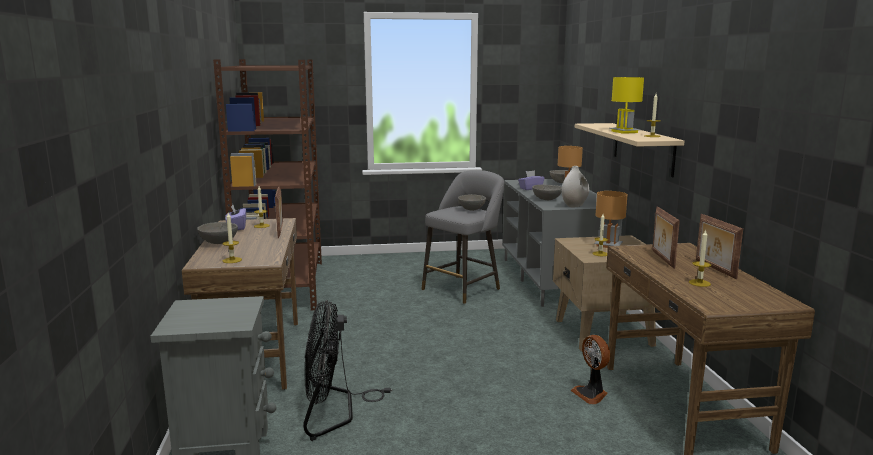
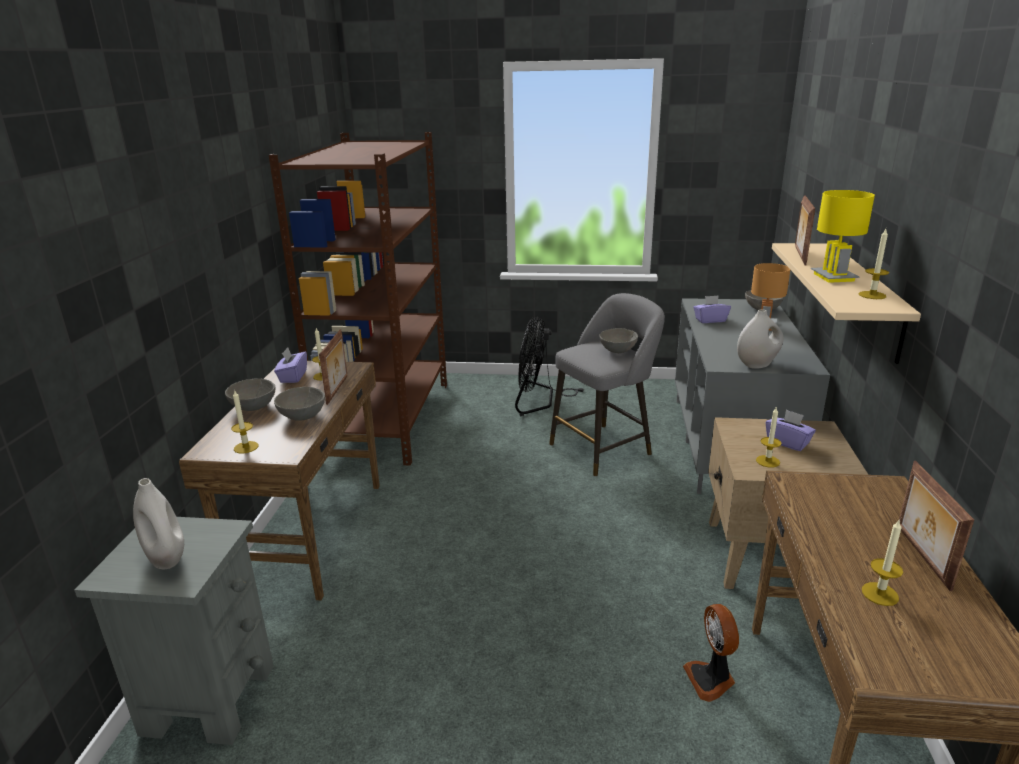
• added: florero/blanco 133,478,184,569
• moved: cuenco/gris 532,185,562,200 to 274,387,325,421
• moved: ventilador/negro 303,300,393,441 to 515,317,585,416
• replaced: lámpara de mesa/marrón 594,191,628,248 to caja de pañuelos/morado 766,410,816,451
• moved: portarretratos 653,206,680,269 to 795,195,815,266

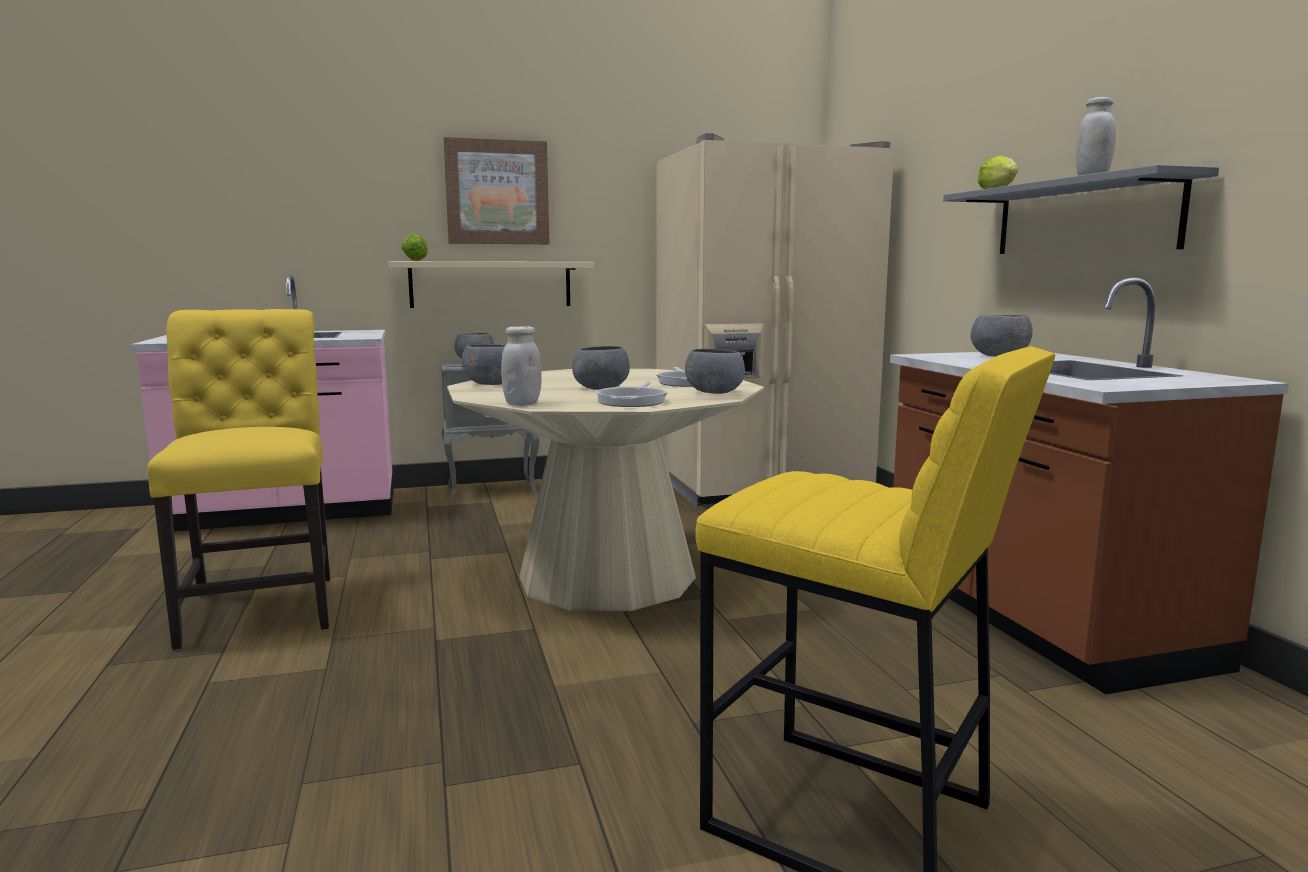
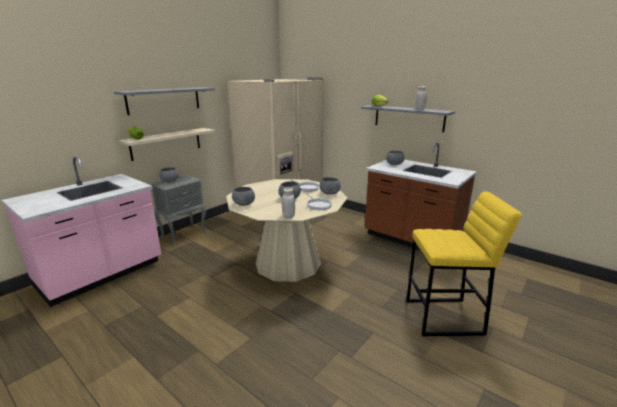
• replaced: cuadro 444,137,549,244 to estante/gris 114,87,215,115
• removed: silla/amarillo 147,309,330,650

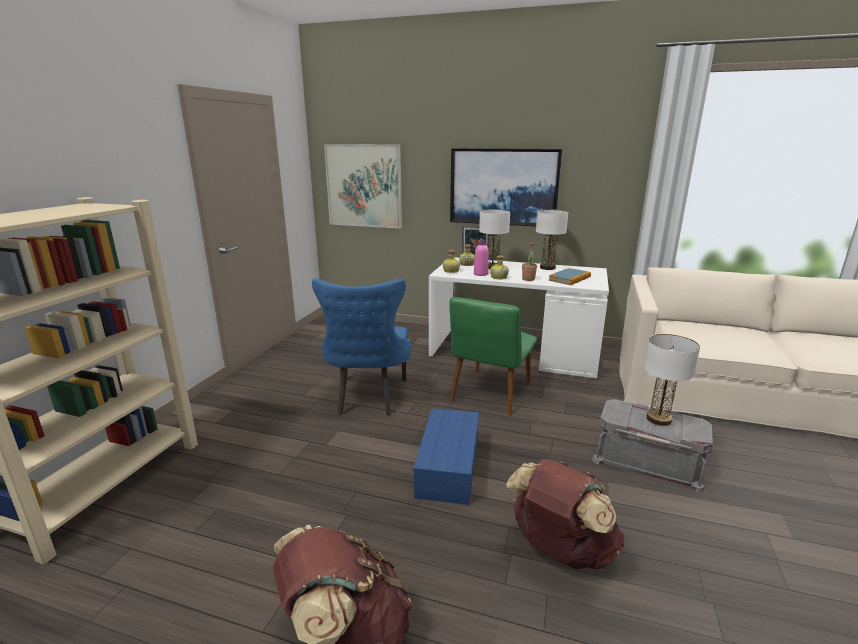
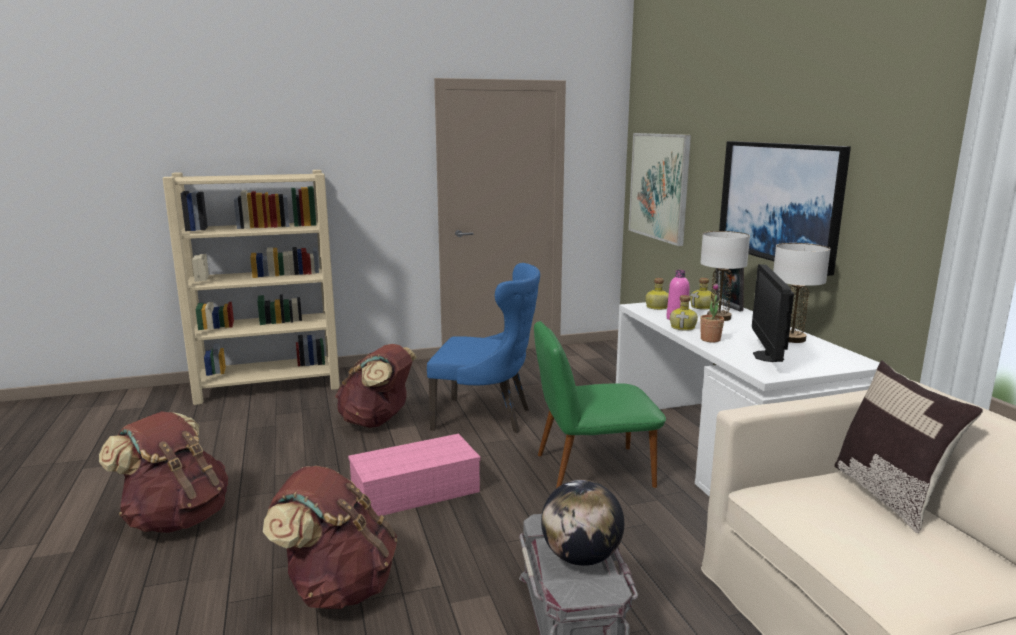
• added: mochila/marrón 335,344,417,428
• recoloured: caja de almacenaje/azul 413,408,479,505 to caja de almacenaje/rosa 348,434,481,516
• turned: silla/azul 312,278,411,416 = 427,263,540,433 135 degrees counterclockwise
• replaced: lámpara de mesa 644,334,700,426 to globo terráqueo 541,479,624,566
• replaced: libro 548,268,591,285 to monitor 752,264,794,362
• added: cojín 834,360,983,533

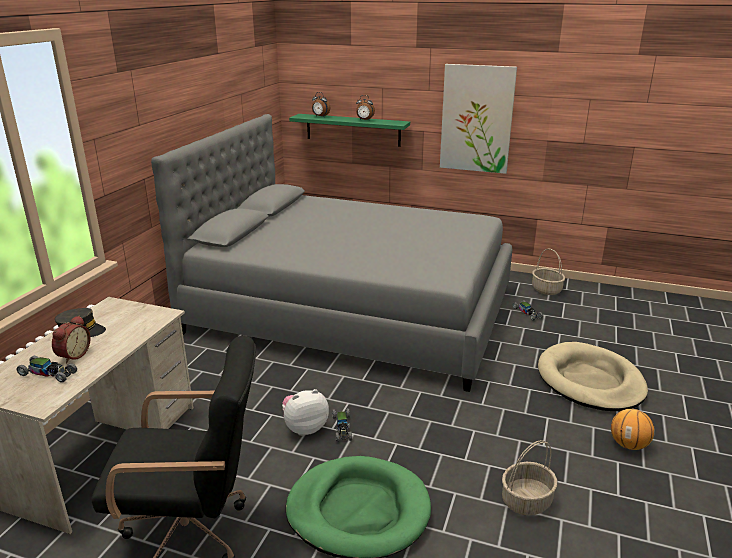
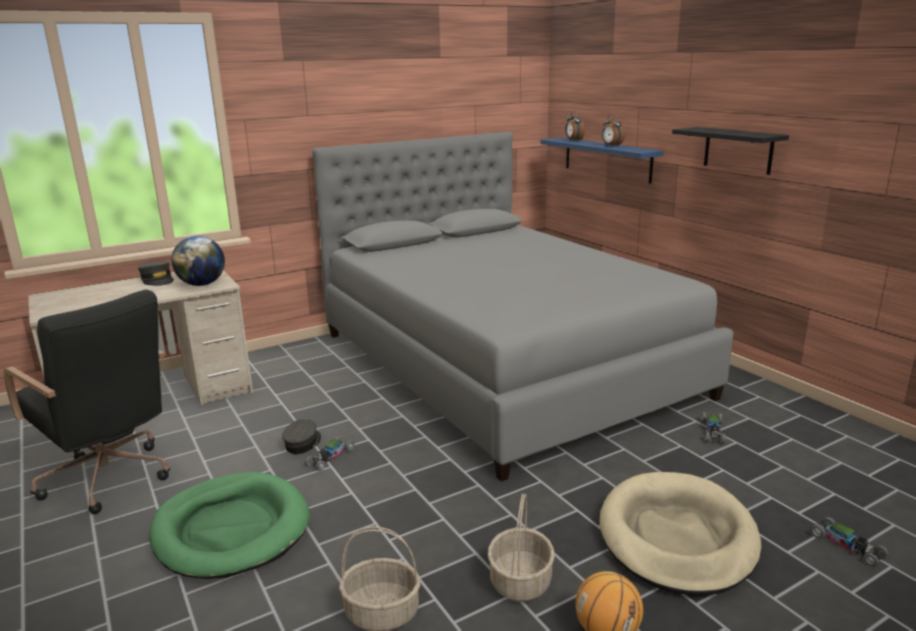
• added: globo terráqueo 171,236,225,286
• replaced: peluche 282,389,329,436 to gorra/gris 282,418,321,454
• moved: cesta 532,248,565,295 to 488,493,555,602
• recoloured: estante/verde 289,114,410,147 to estante/azul 540,138,663,183
• replaced: cuadro 440,64,517,174 to estante/negro 672,127,789,175
• moved: coche de juguete 16,356,77,383 to 811,517,888,567
• removed: despertador 52,315,91,363

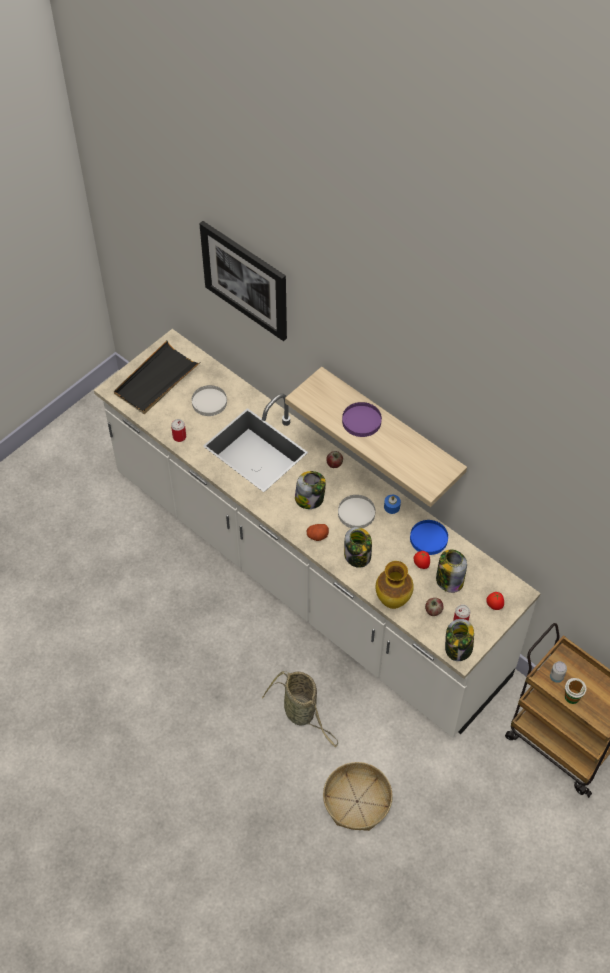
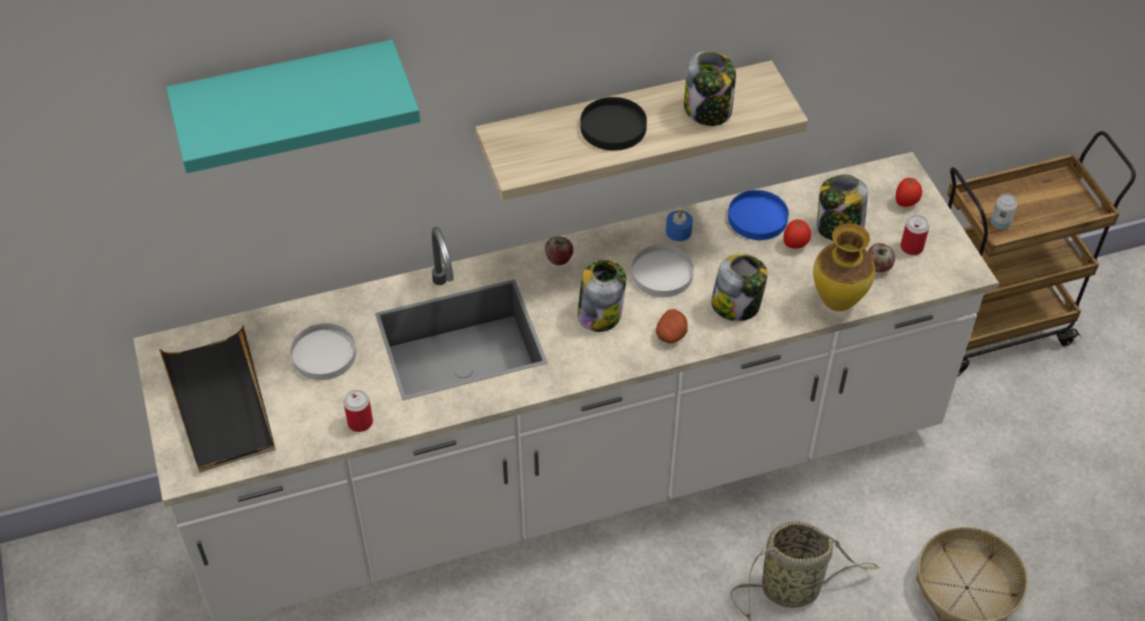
• replaced: cuadro 200,221,287,341 to estante/turquesa 166,40,420,173
• recoloured: plato/morado 342,402,382,437 to plato/negro 580,97,647,151
• moved: tarro 445,619,474,661 to 684,51,736,126
• removed: taza 565,678,587,704

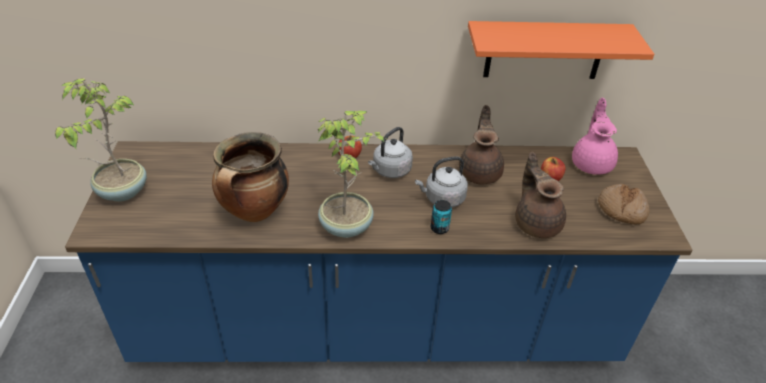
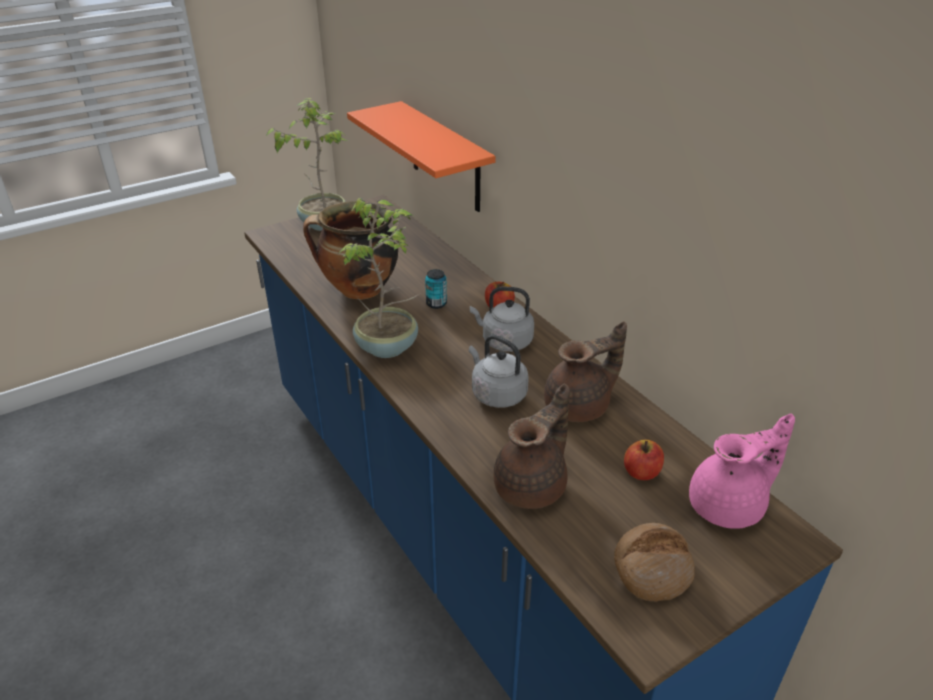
• moved: estante/naranja 468,21,654,79 to 347,101,496,212
• moved: lata 431,200,452,234 to 425,269,447,309

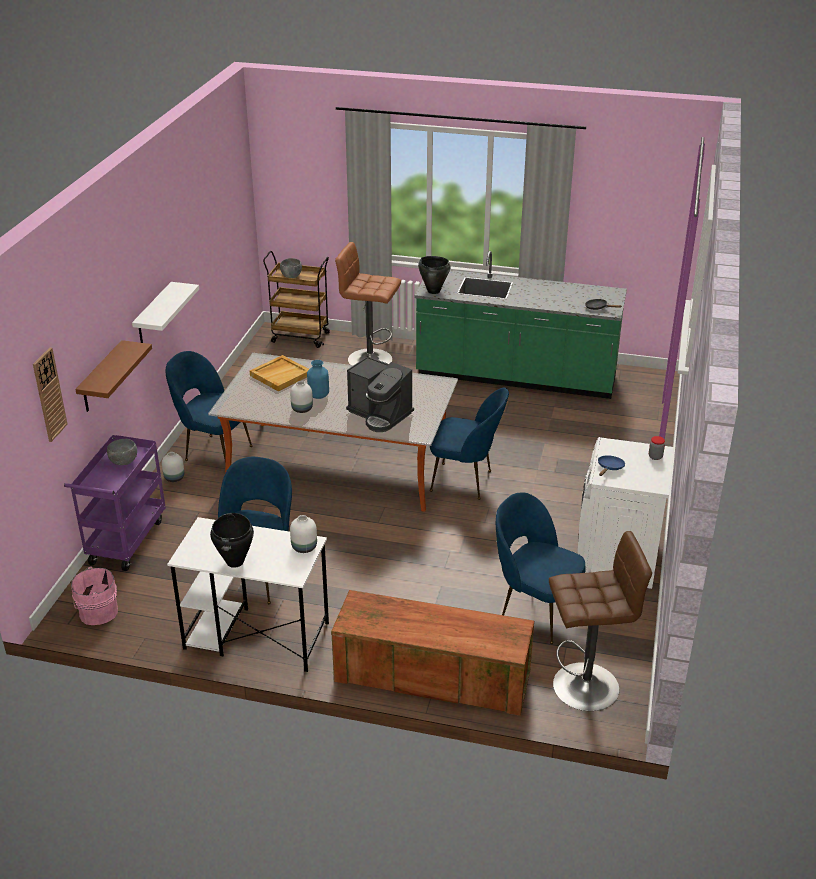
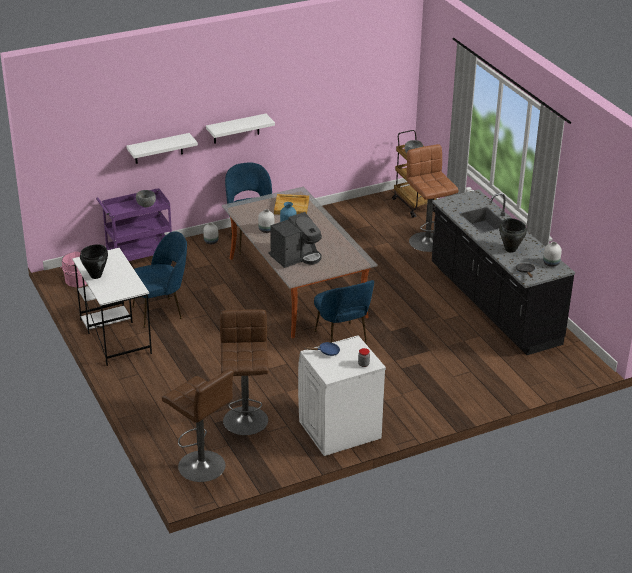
• recoloured: estante/marrón 75,340,152,412 to estante/blanco 126,133,198,164
• replaced: silla/azul 496,492,586,644 to taburete/marrón 220,309,268,435
• turned: cafetera 346,356,414,432 = 268,212,322,268 120 degrees counterclockwise
• recoloured: mueble bajo de cocina/verde 415,251,627,399 to mueble bajo de cocina/negro 432,189,575,355
• moved: olla/negro 418,256,451,294 to 499,218,527,253
• moved: florero/blanco 290,515,317,553 to 543,242,562,267
• removed: reloj de pared 33,348,68,442
• removed: banco/marrón 331,590,534,716

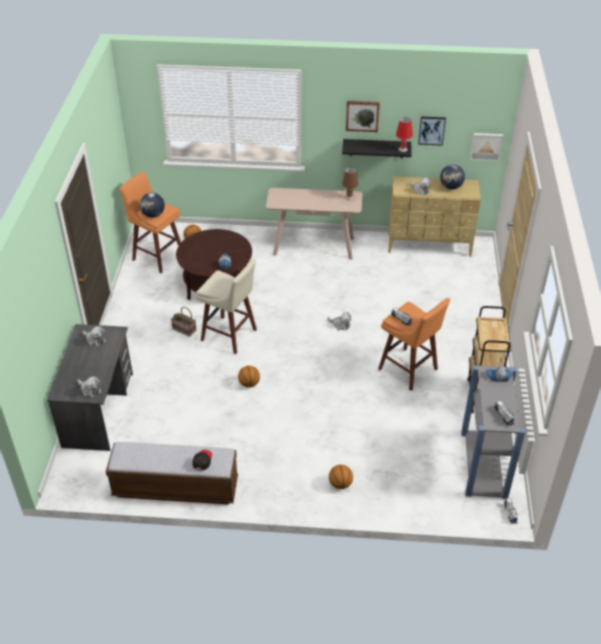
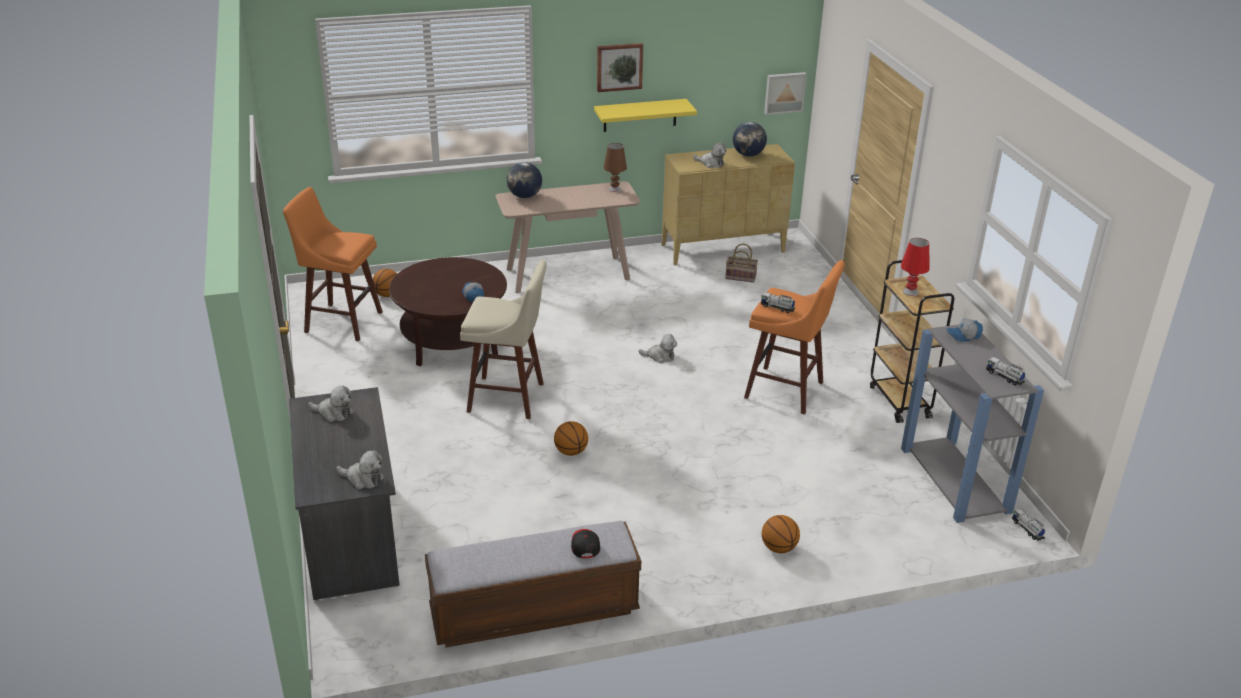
• moved: globo terráqueo 140,193,165,218 to 507,162,542,198
• recoloured: estante/negro 342,139,412,158 to estante/amarillo 594,99,697,132
• moved: cesta 171,307,197,337 to 725,244,758,283
• moved: lámpara de mesa/rojo 396,117,413,152 to 901,238,930,296
• removed: cuadro 418,116,446,146

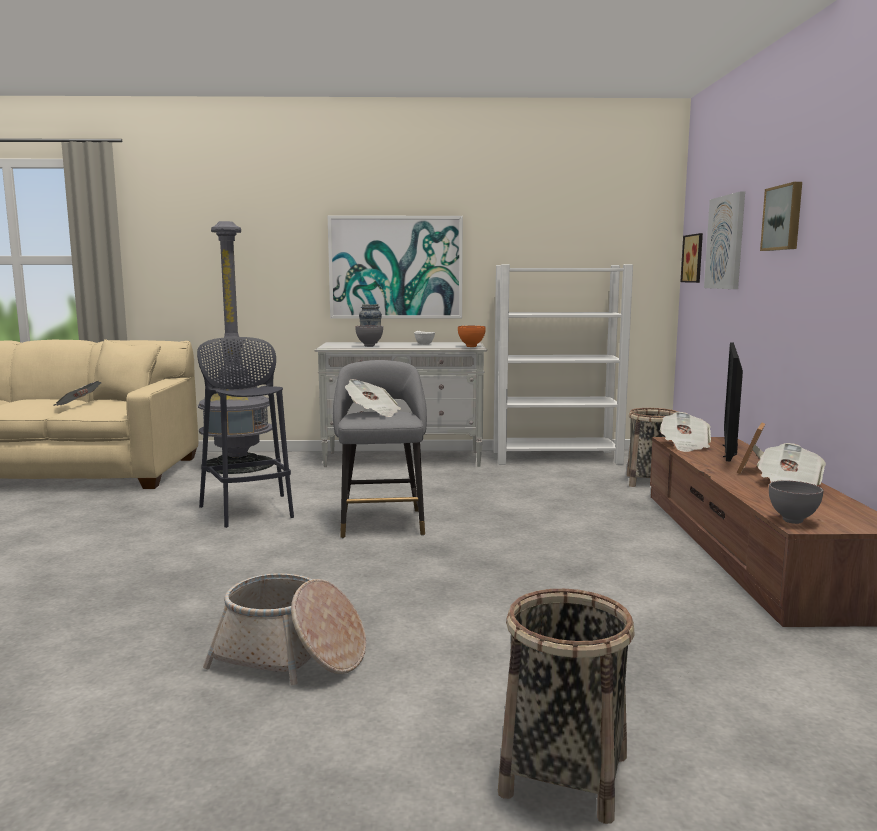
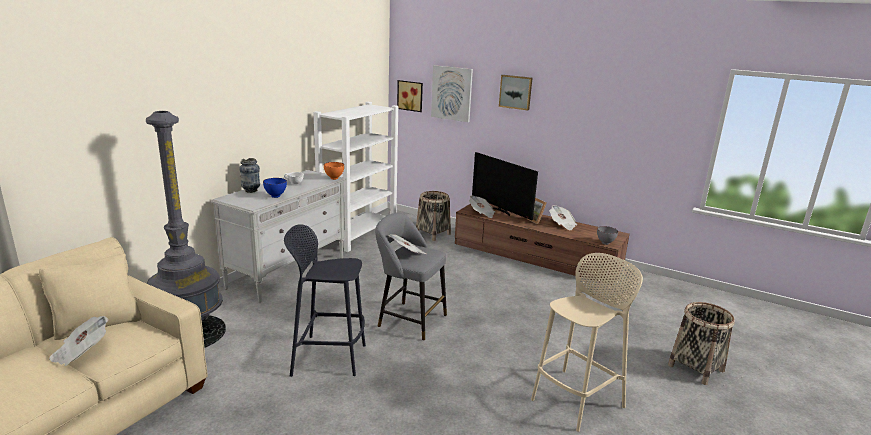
• recoloured: cuenco/gris 355,325,383,347 to cuenco/azul 263,178,287,198
• replaced: cesta 203,573,366,685 to taburete/beis 531,253,643,432
• removed: cuadro 328,216,463,319

